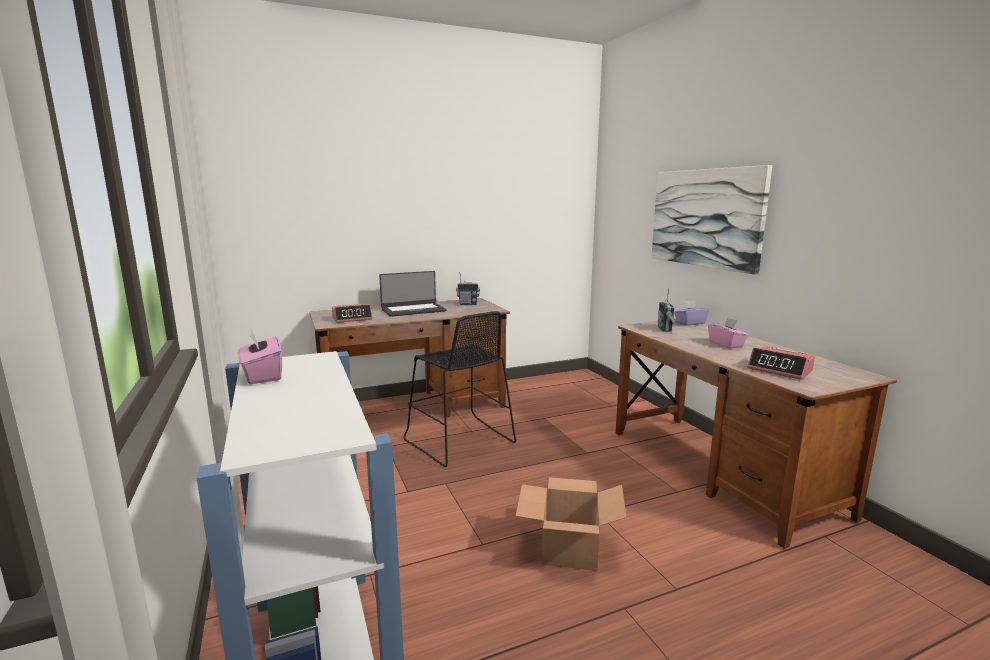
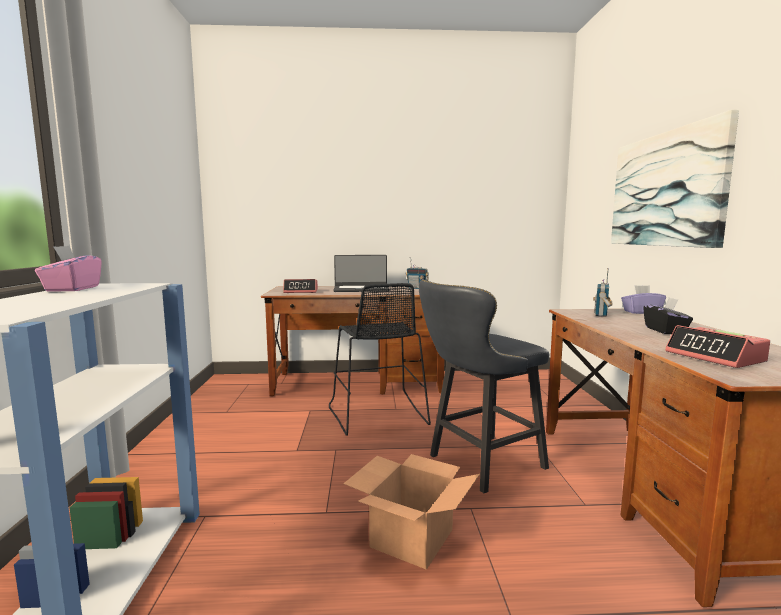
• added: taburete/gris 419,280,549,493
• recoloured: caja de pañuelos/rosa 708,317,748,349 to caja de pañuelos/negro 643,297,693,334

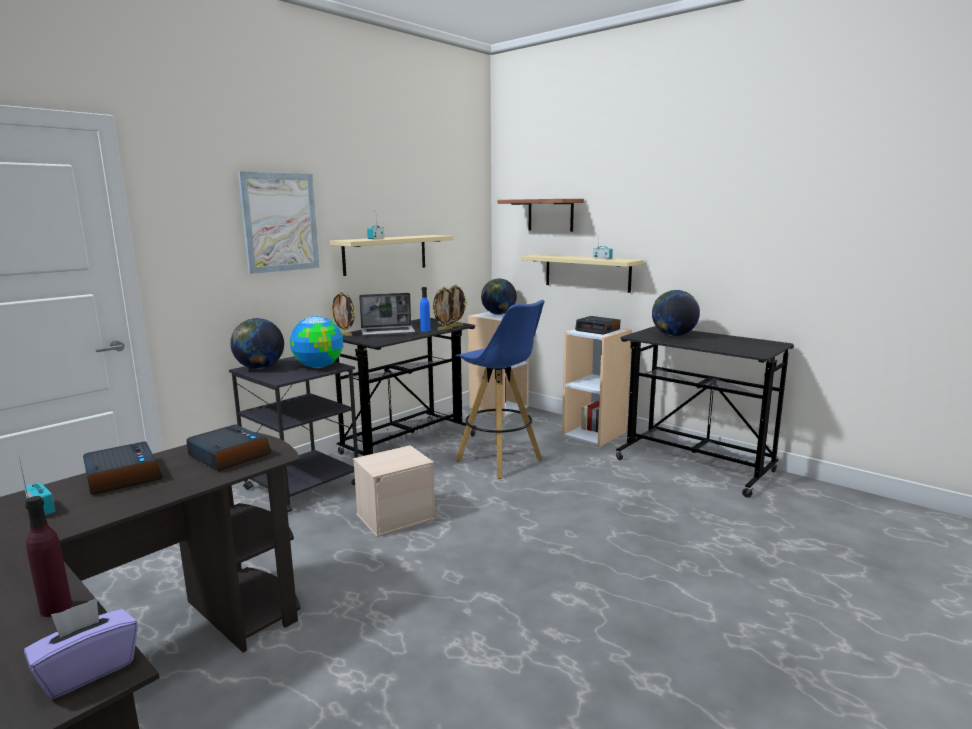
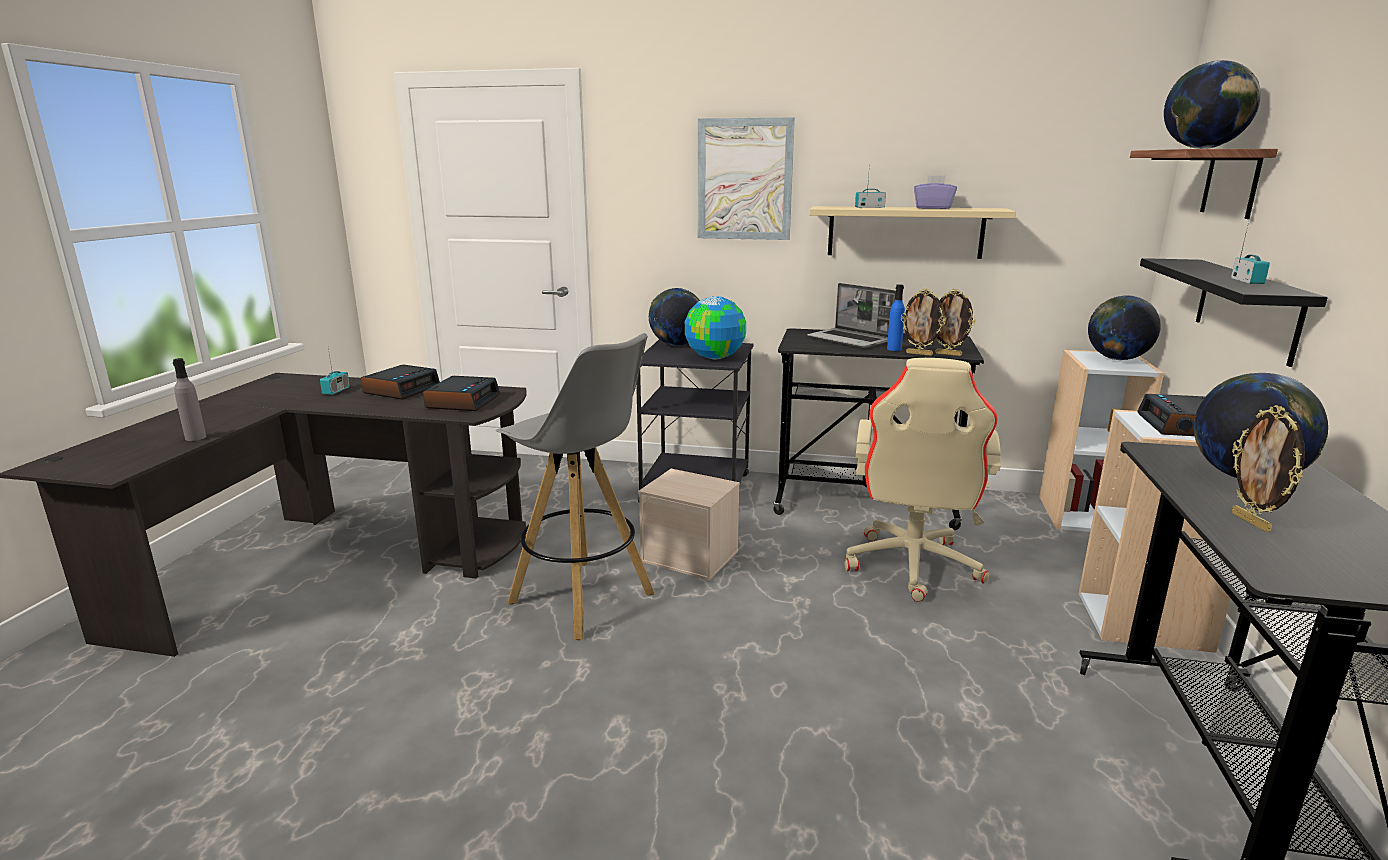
• recoloured: botella/morado 25,496,72,617 to botella/gris 173,358,206,441
• added: taburete/gris 495,333,654,640
• replaced: taburete/azul 455,300,545,479 to silla de oficina/beis 845,358,1001,602
• moved: caja de pañuelos/morado 24,598,138,699 to 914,175,957,209
• recoloured: estante/beis 521,254,644,293 to estante/negro 1140,258,1328,367
• added: globo terráqueo 1164,60,1261,149
• moved: portarretratos 330,291,355,336 to 1232,405,1305,532

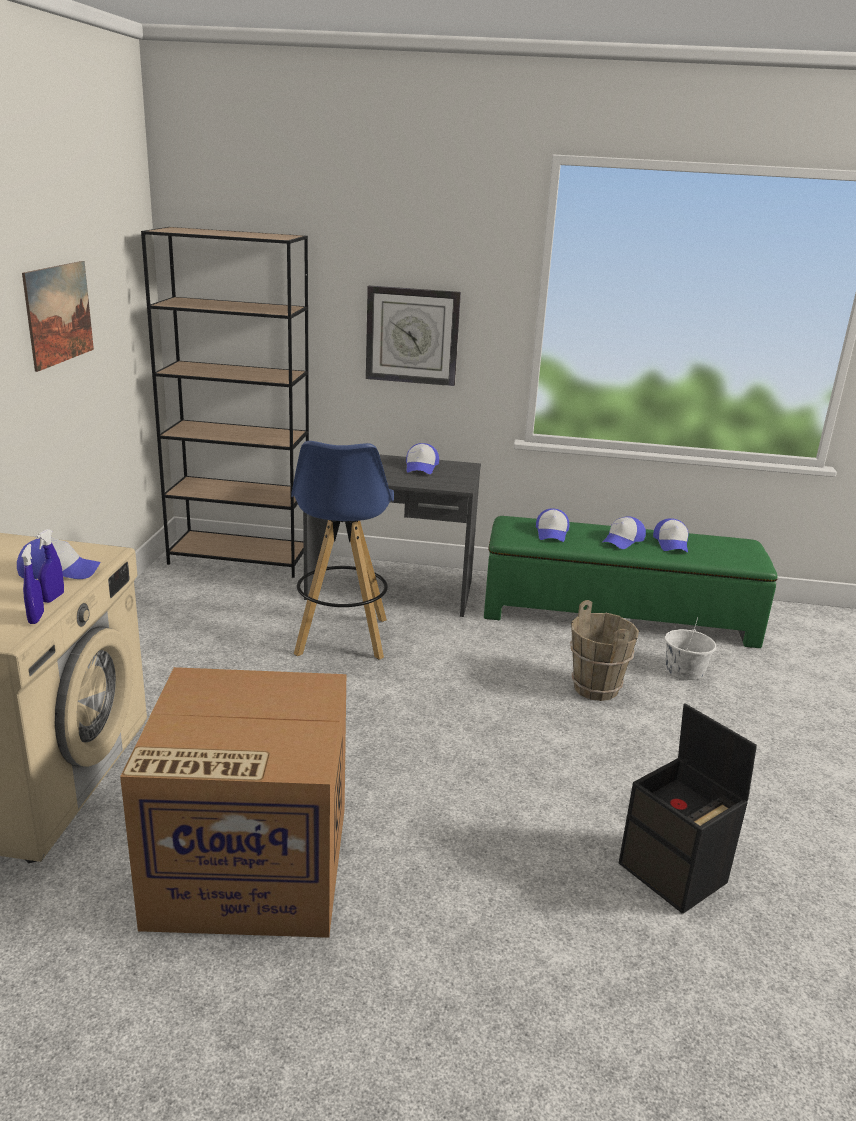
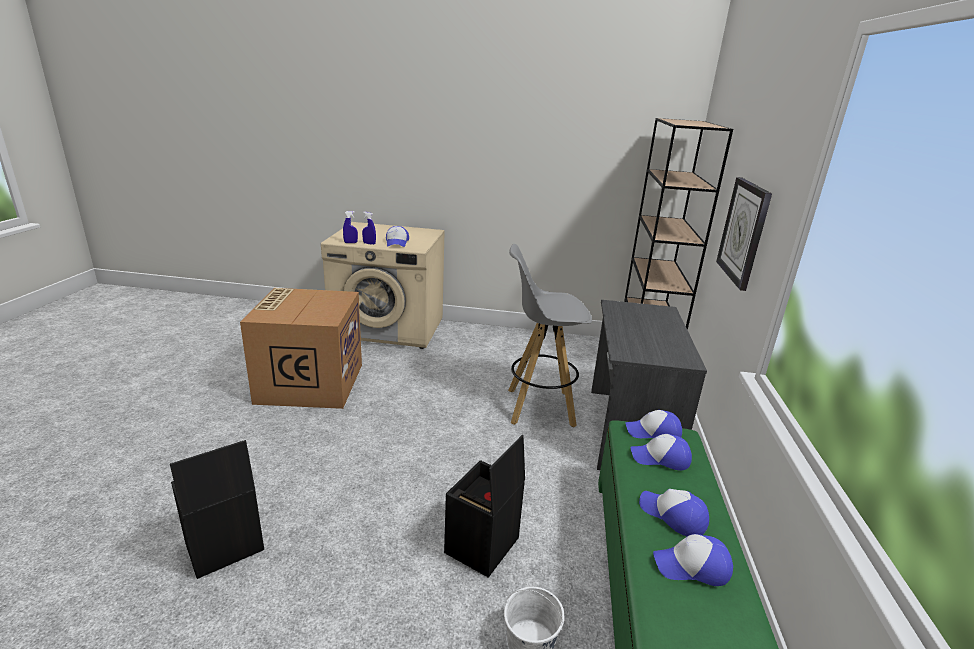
• replaced: cubo/marrón 570,600,639,701 to caja de almacenaje/negro 444,435,525,578
• recoloured: taburete/azul 291,441,394,660 to taburete/gris 508,244,592,427
• moved: gorra 406,443,439,474 to 625,410,682,438
• removed: cuadro 22,261,94,372

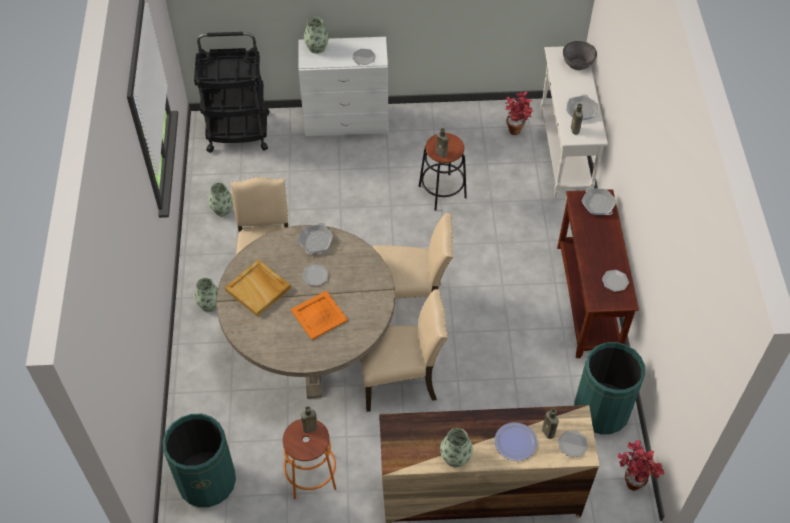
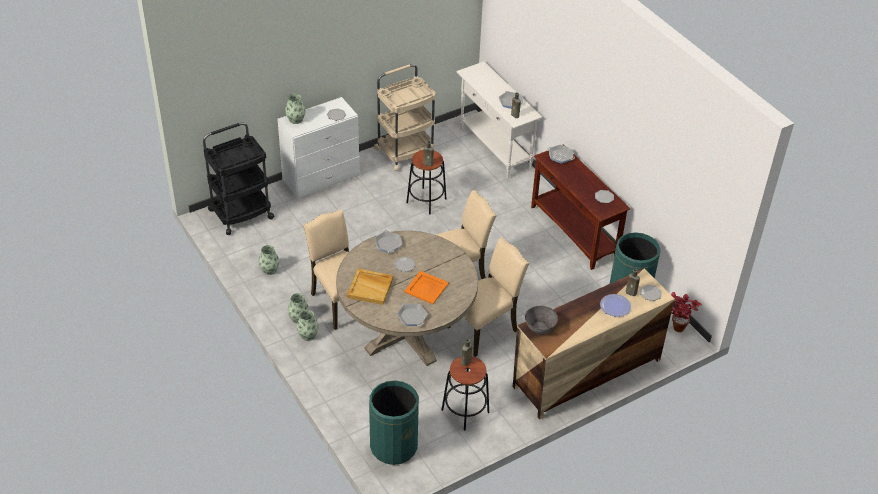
• moved: florero 440,428,473,468 to 288,293,309,324
• added: carrito/beis 374,64,436,171
• added: sartén 397,303,428,326
• recoloured: taburete/naranja 283,419,336,499 to taburete/negro 441,356,489,430
• moved: cuenco/gris 563,41,597,70 to 525,306,558,334
• removed: planta en maceta 505,92,533,135

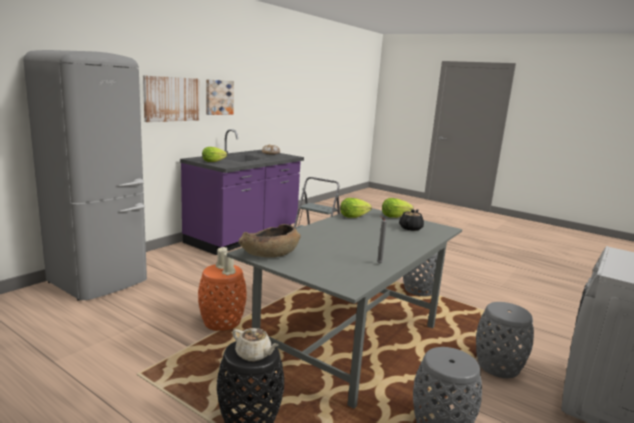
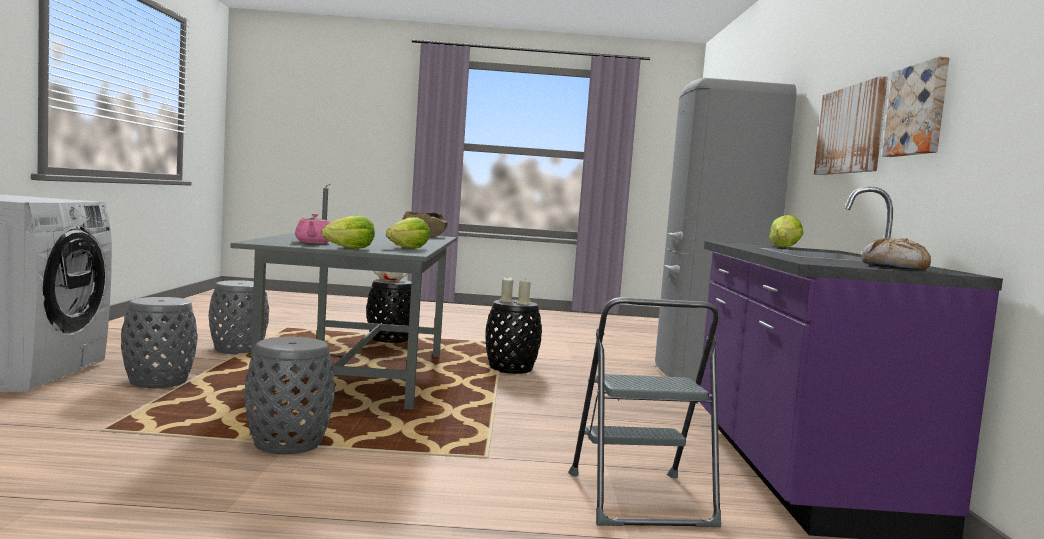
• recoloured: tetera/negro 399,209,424,231 to tetera/rosa 295,214,330,243
• recoloured: taburete/naranja 198,264,247,331 to taburete/negro 485,300,542,374

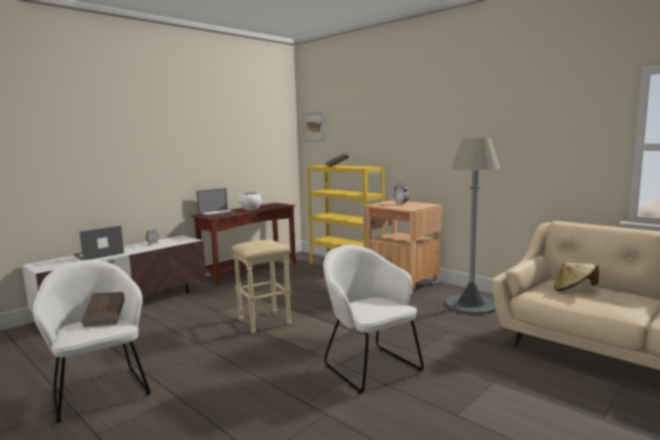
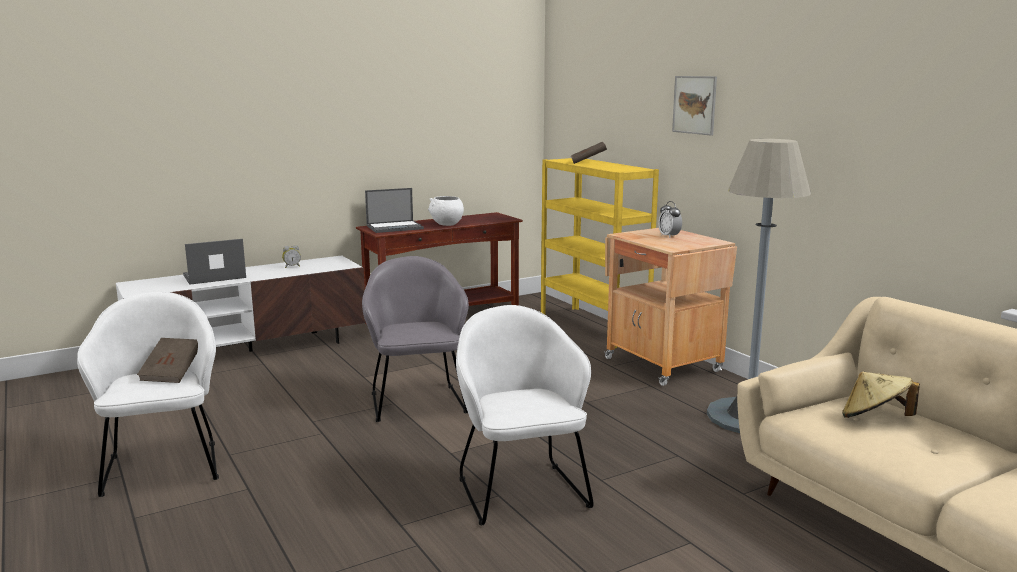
• replaced: taburete/beis 231,240,291,334 to sillón/gris 362,256,469,422
• moved: cuadro 304,112,325,142 to 672,76,717,136

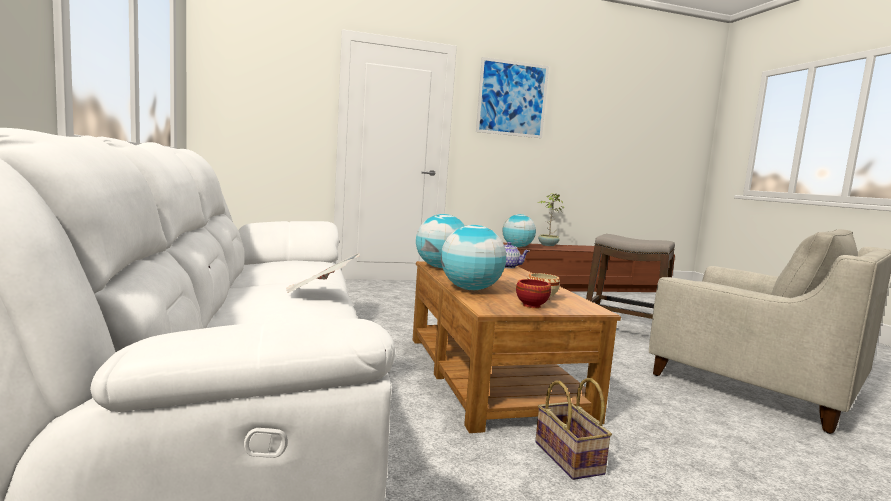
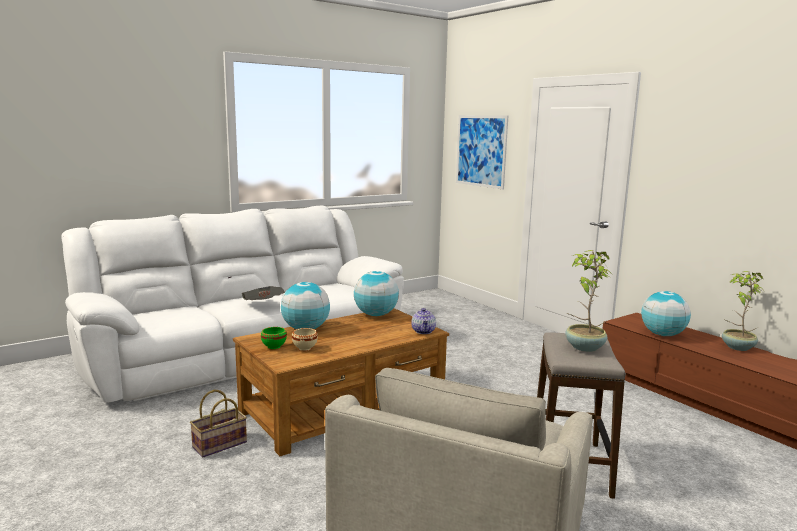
• recoloured: cuenco/rojo 516,279,551,308 to cuenco/verde 261,327,287,350
• moved: cuadro 476,57,549,138 to 456,115,508,189
• added: planta en maceta 565,250,612,352

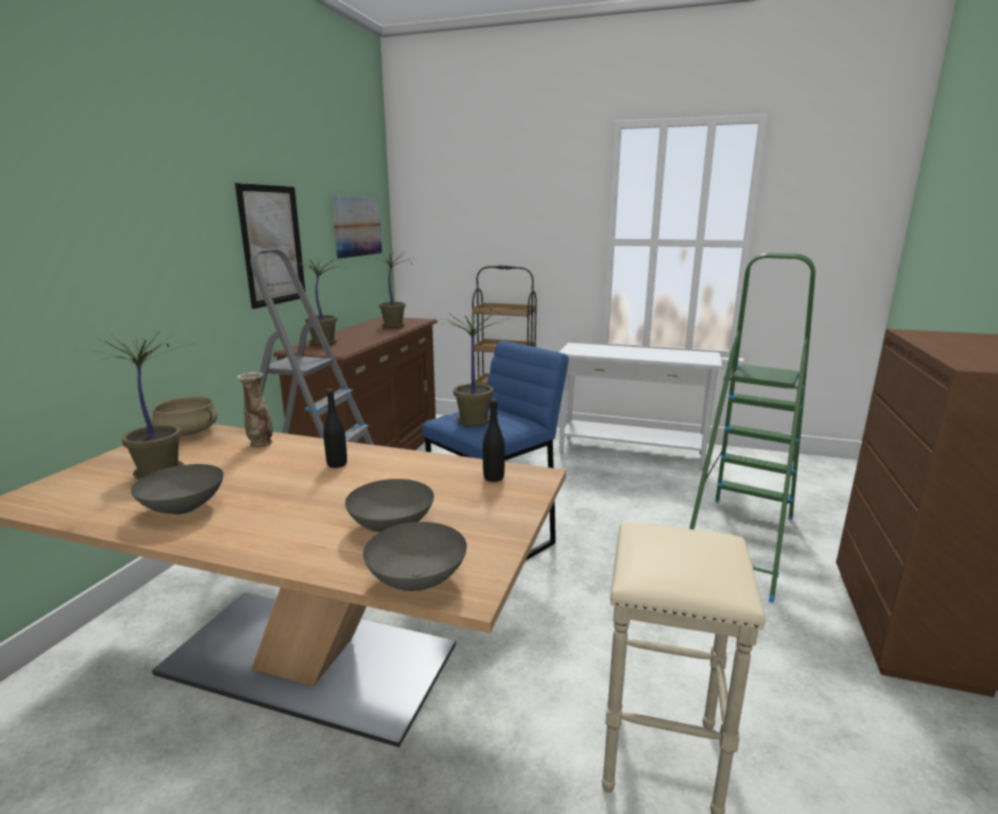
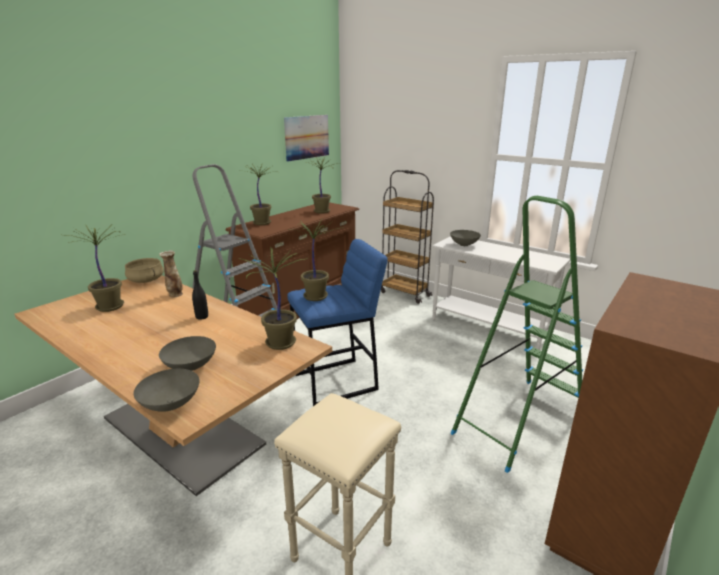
• replaced: botella/negro 483,399,505,482 to planta en maceta 238,247,307,350
• moved: cuenco/gris 131,464,224,515 to 450,230,481,246
• removed: cuadro 235,183,306,309

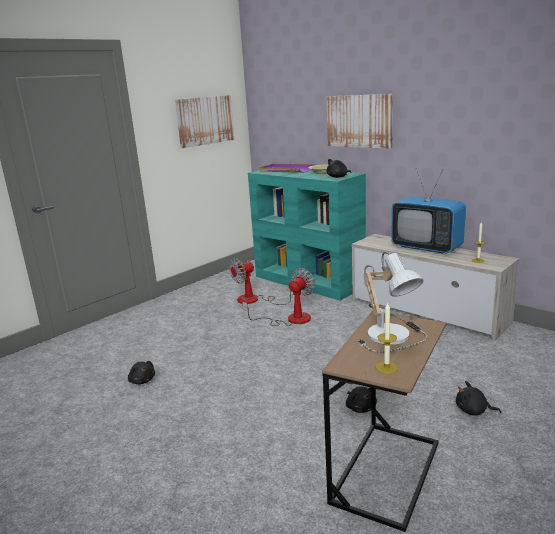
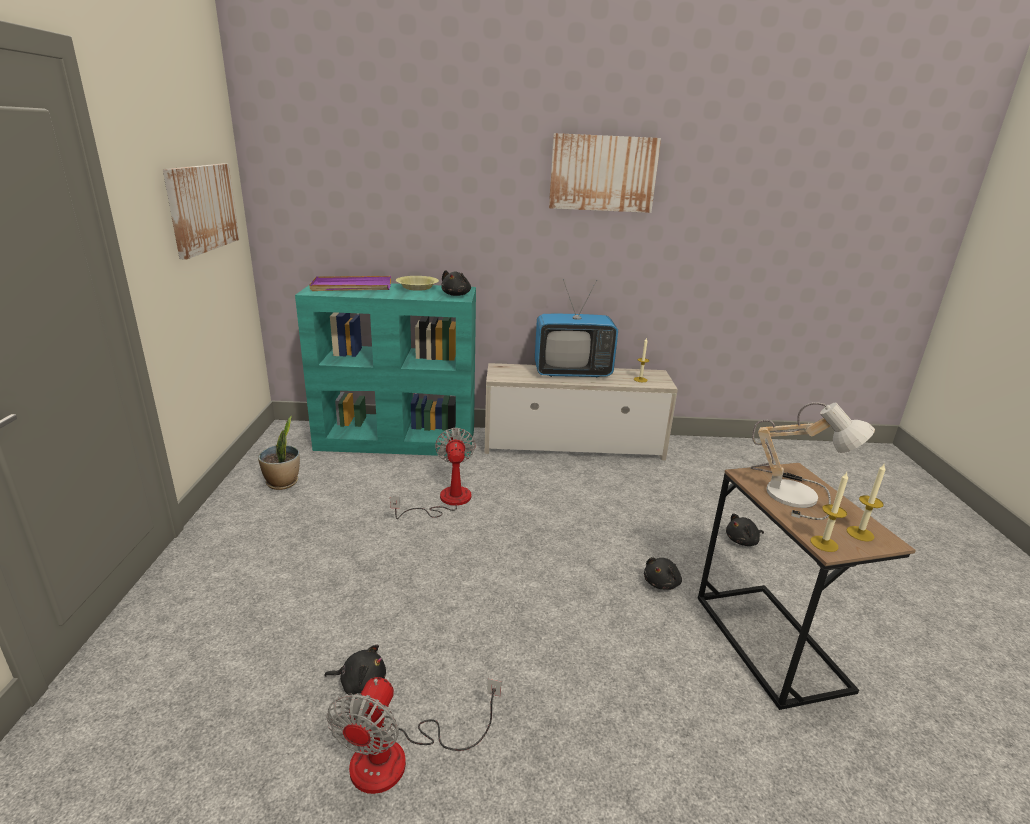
• added: planta en maceta 258,416,300,490
• moved: ventilador 229,258,291,305 to 327,677,501,794
• moved: cuadro 326,94,393,149 to 549,133,661,213
• turned: peluche/negro 346,386,377,413 = 644,557,682,590 105 degrees clockwise
• added: vela 810,473,848,552

